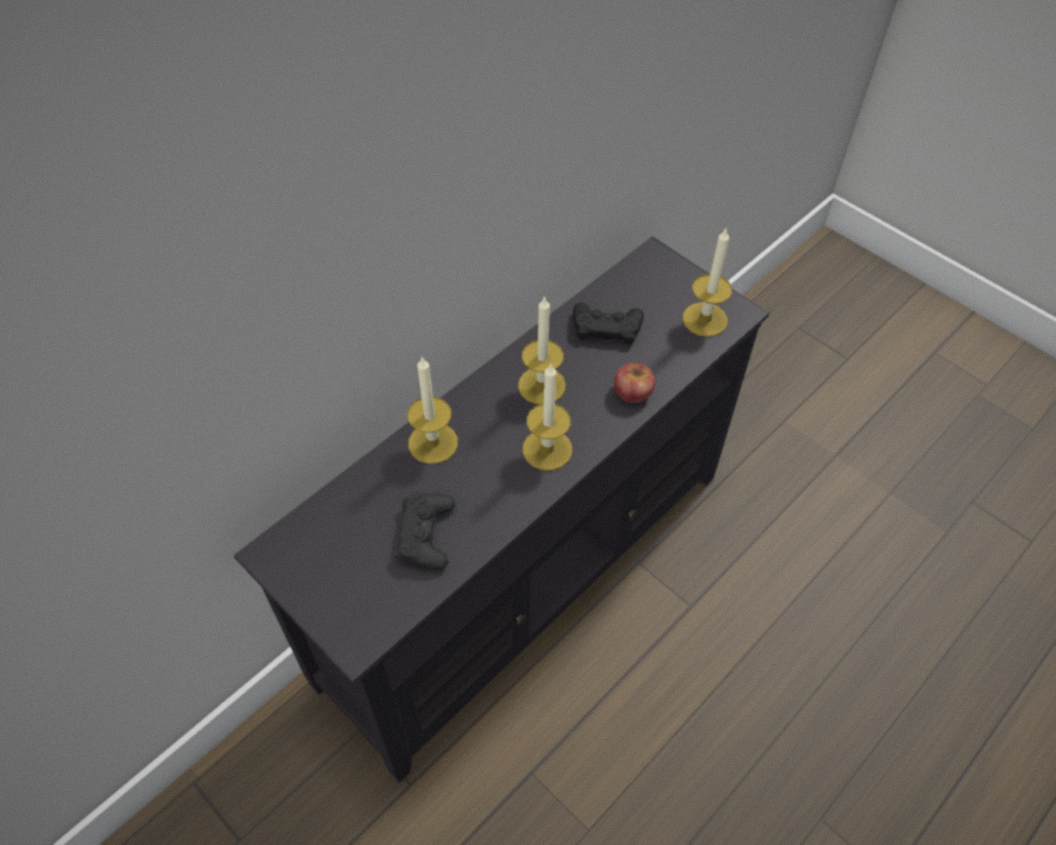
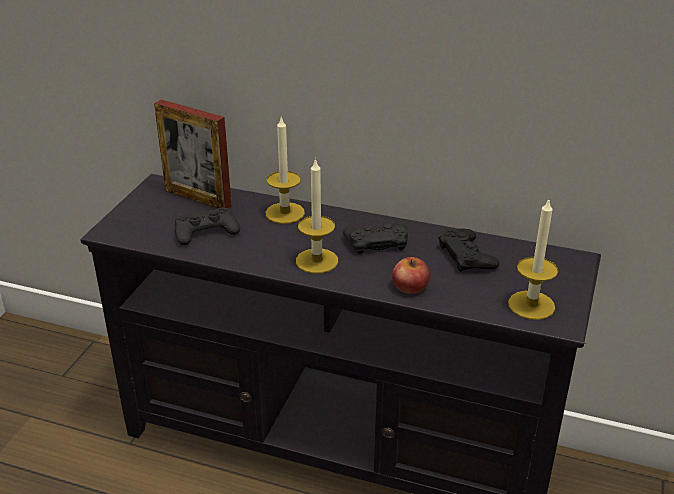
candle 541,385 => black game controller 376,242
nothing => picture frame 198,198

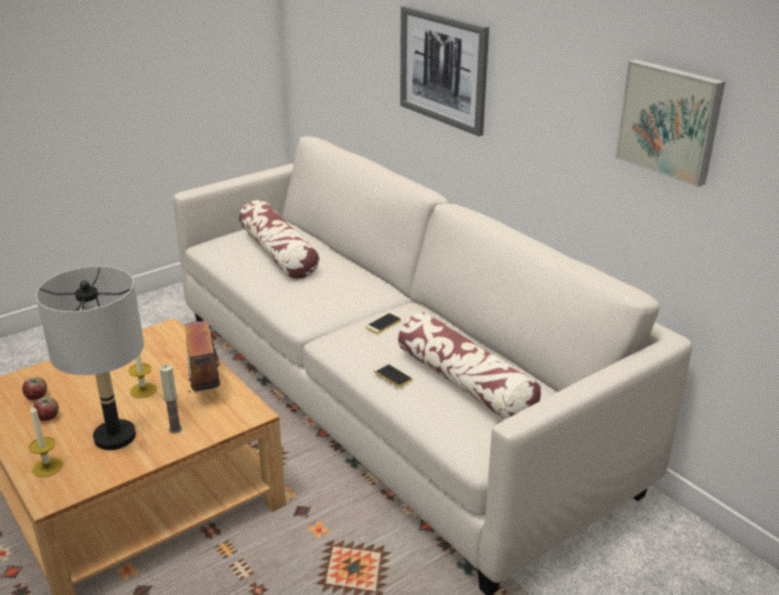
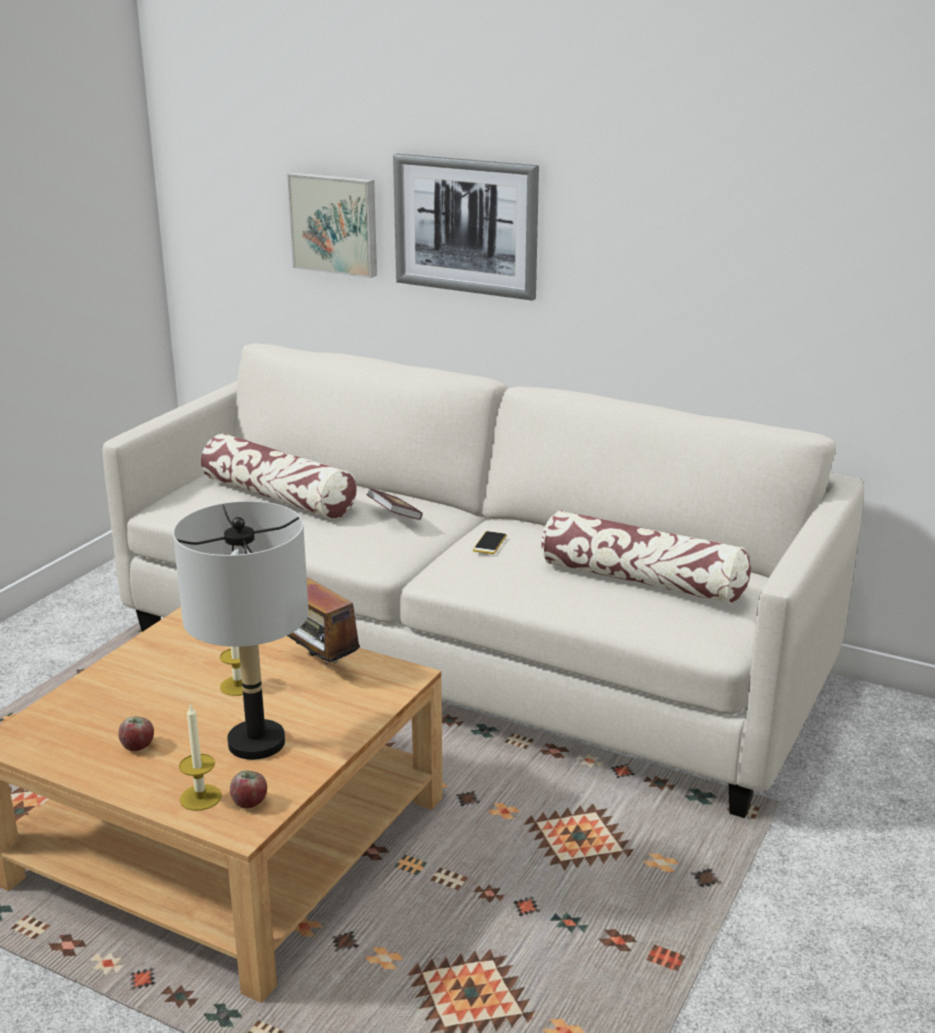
apple 37,397 => apple 250,802, relocated
candle 175,429 => nothing
phone 392,375 => nothing
picture 670,121 => picture 335,224, relocated
nothing => book 394,516

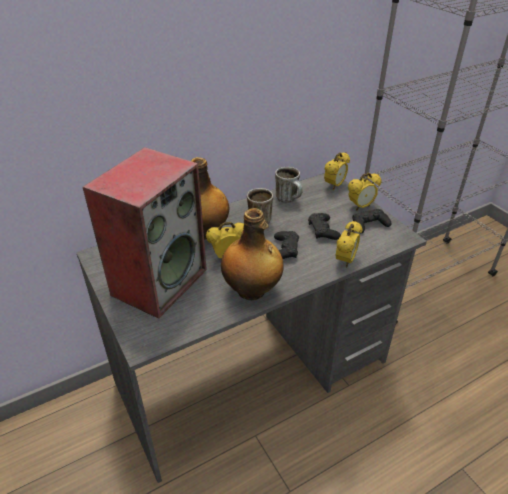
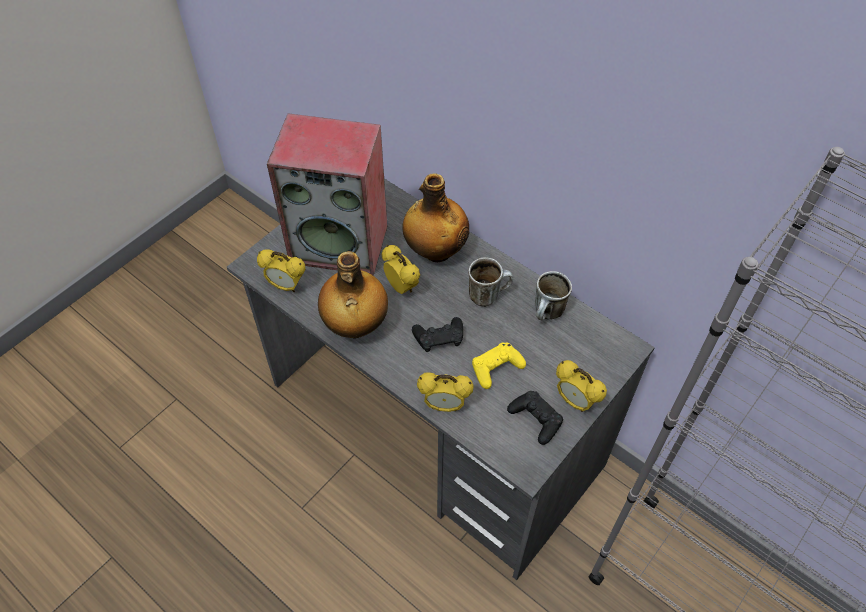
black game controller 323,230 => yellow game controller 496,368
alarm clock 334,186 => alarm clock 286,286, relocated

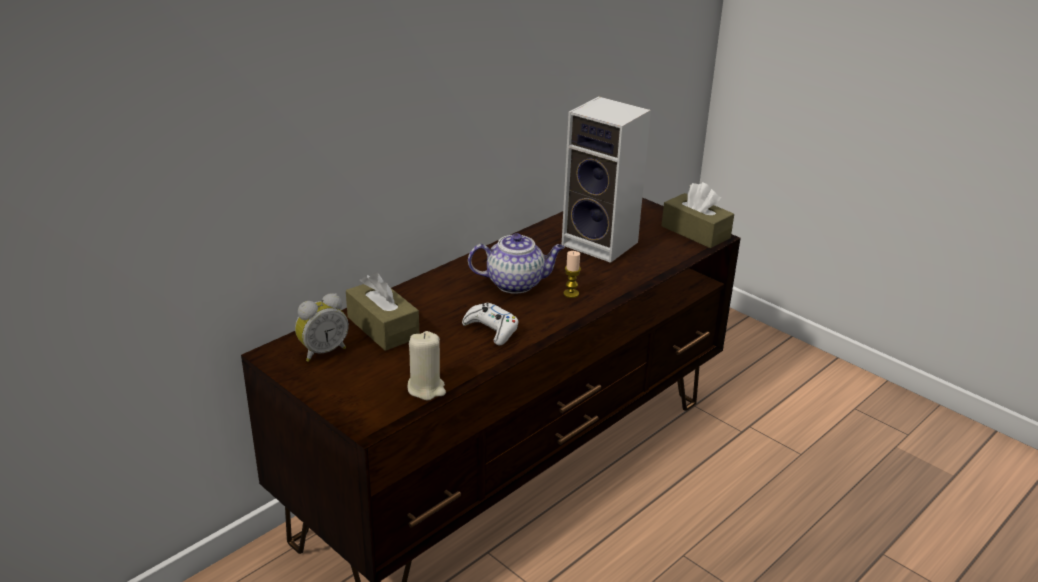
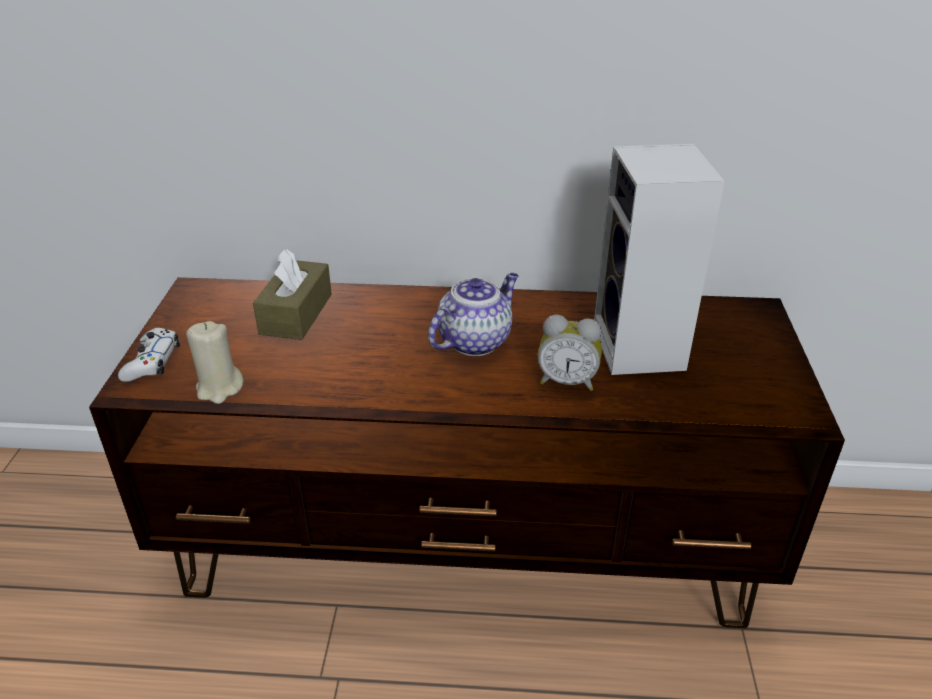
alarm clock 322,351 => alarm clock 567,381, relocated
white game controller 491,329 => white game controller 152,362, relocated
teapot 516,283 => teapot 475,340, 90 degrees counterclockwise
candle 571,294 => nothing
brown tissue box 695,232 => nothing

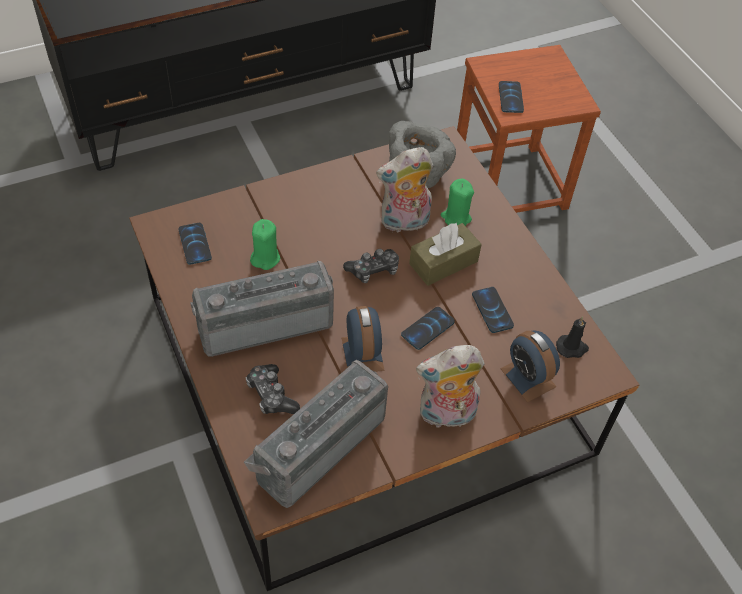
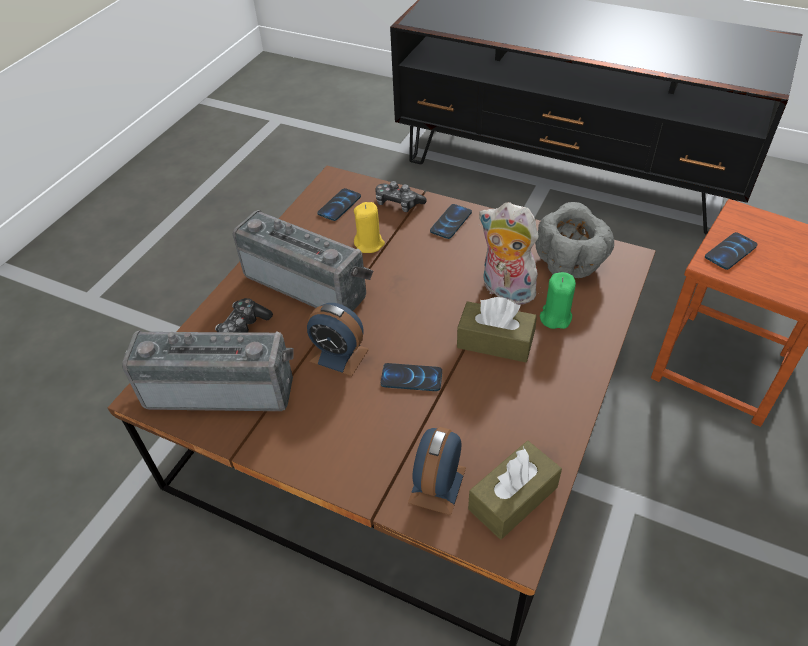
green candle 265,258 => yellow candle 369,244
alarm clock 362,354 => alarm clock 339,355, 75 degrees clockwise
game controller 373,270 => game controller 398,203, relocated
plush toy 446,415 => nothing
phone 492,310 => phone 450,222, relocated
black candle 572,348 => brown tissue box 513,498

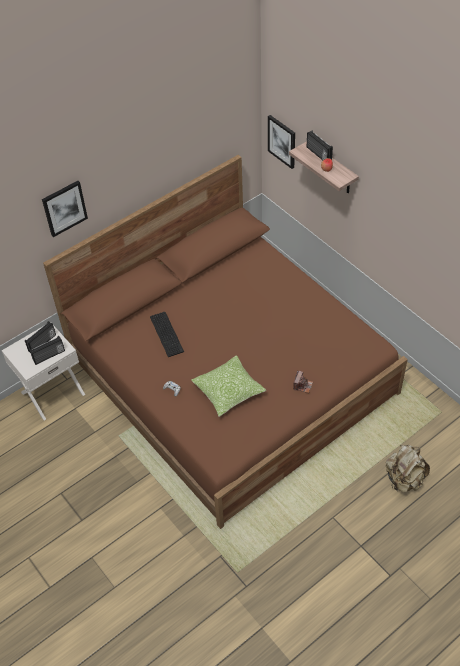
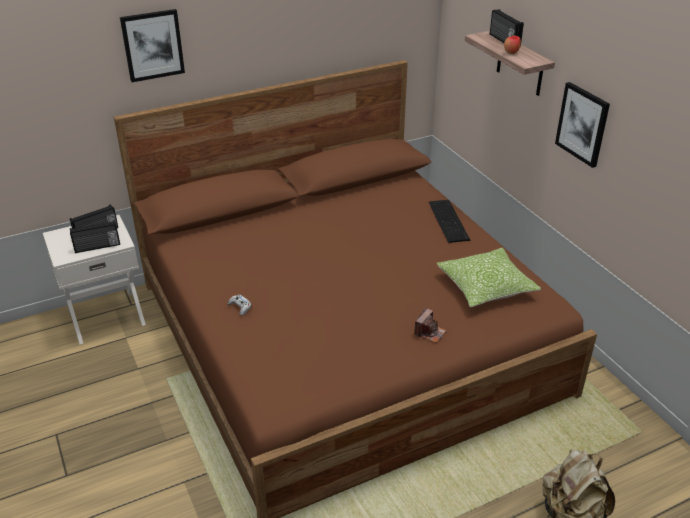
keyboard 167,333 => keyboard 449,220, relocated
pillow 228,391 => pillow 486,287, relocated
picture 282,141 => picture 582,124, relocated

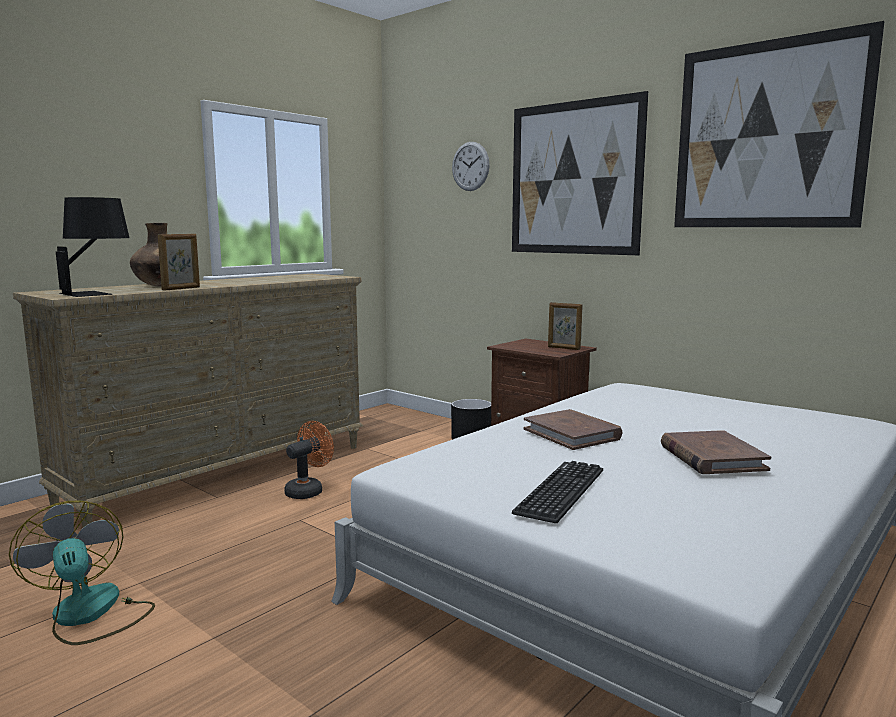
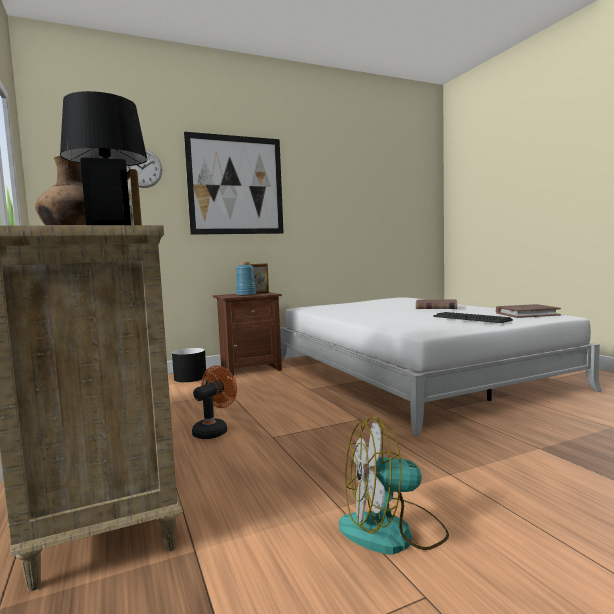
orange fan 308,490 => orange fan 214,431, 60 degrees clockwise
brown book 572,434 => brown book 526,314, relocated
picture 768,135 => nothing
nothing => blue vase 246,295

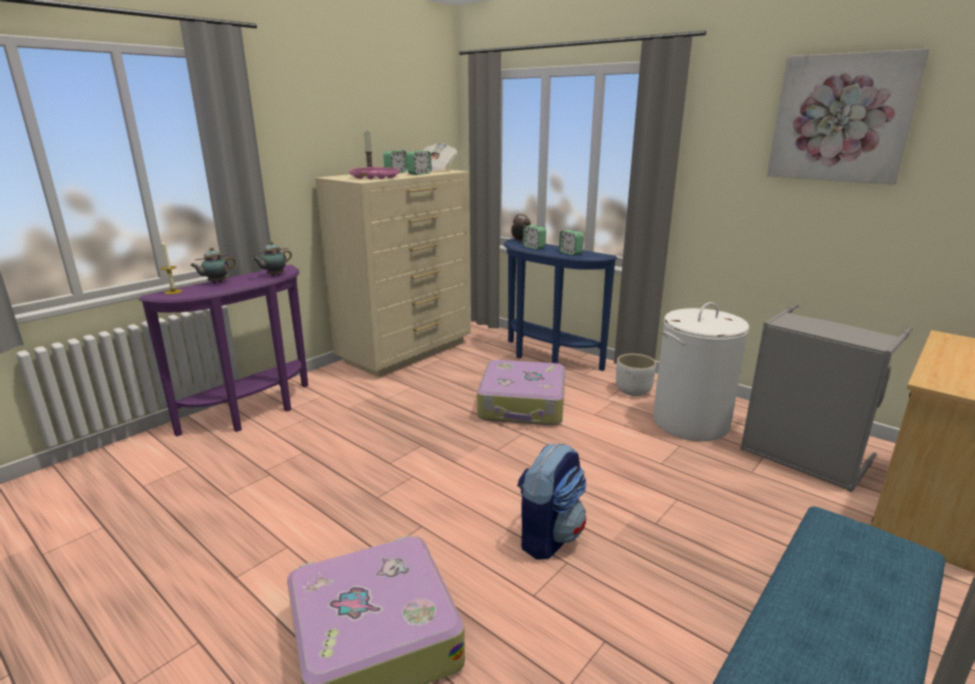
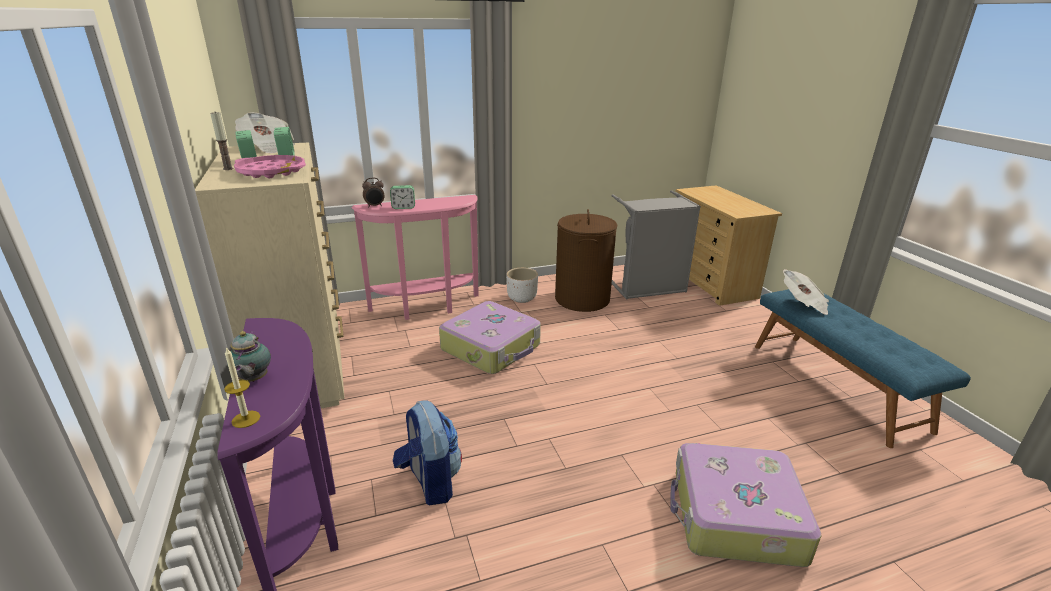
teapot 274,275 => nothing
blue console table 546,358 => pink console table 427,308
backpack 549,536 => backpack 430,482, relocated
alarm clock 570,253 => nothing
white laundry basket 690,423 => brown laundry basket 582,299
picture 841,118 => nothing
nothing => newspaper 803,304

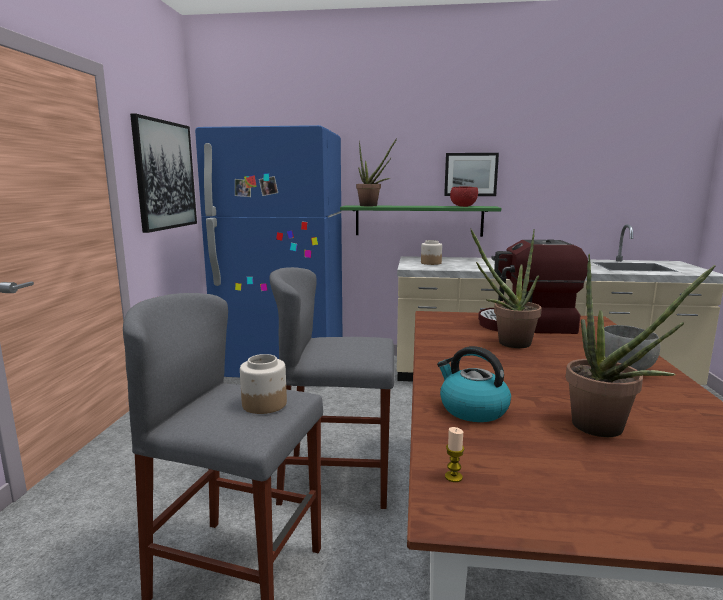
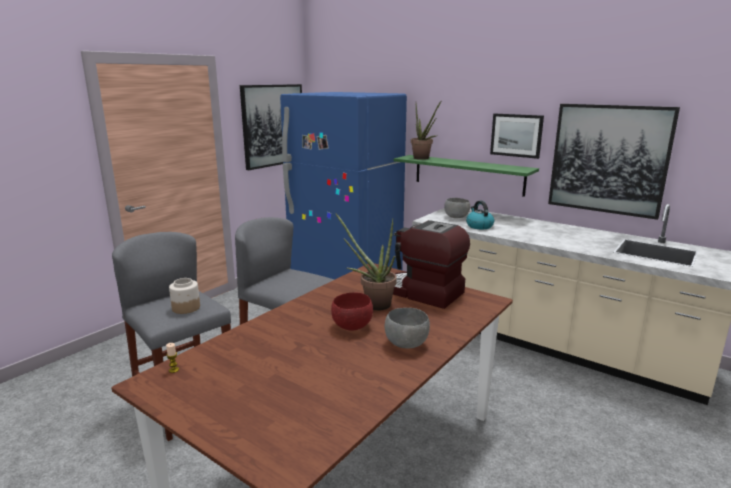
jar 430,263 => grey bowl 456,217
kettle 472,409 => kettle 479,226, relocated
red bowl 464,206 => red bowl 353,327, relocated
potted plant 607,431 => nothing
nothing => picture 608,159

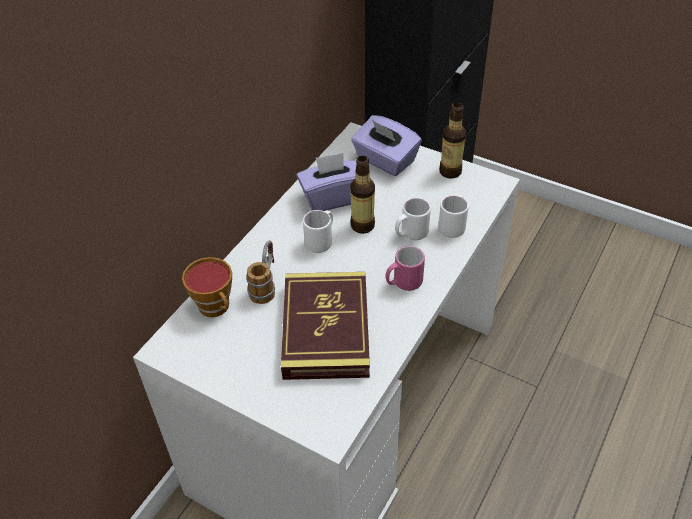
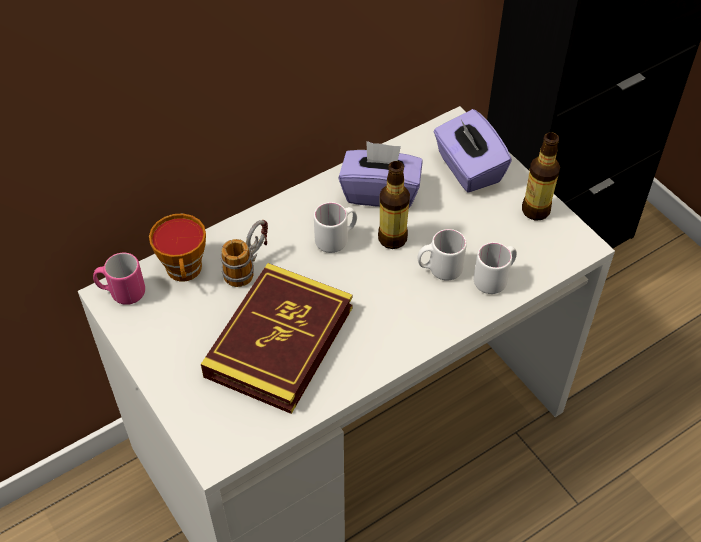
pink mug 403,283 => pink mug 122,292, relocated

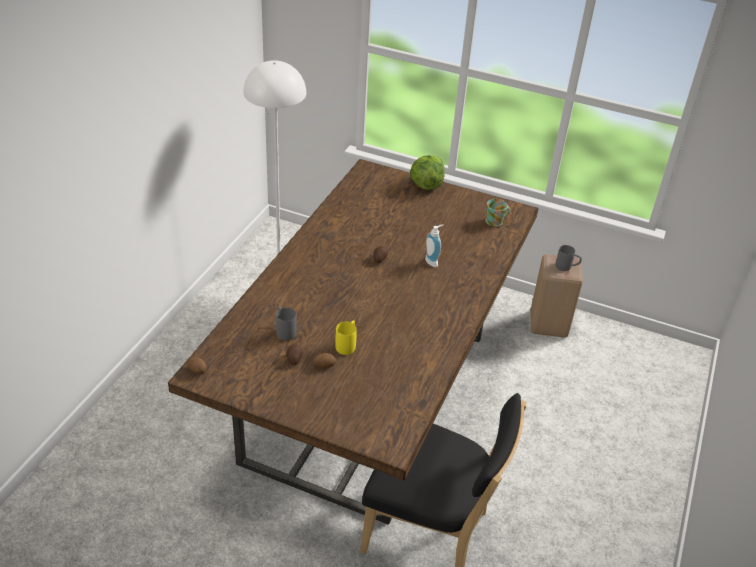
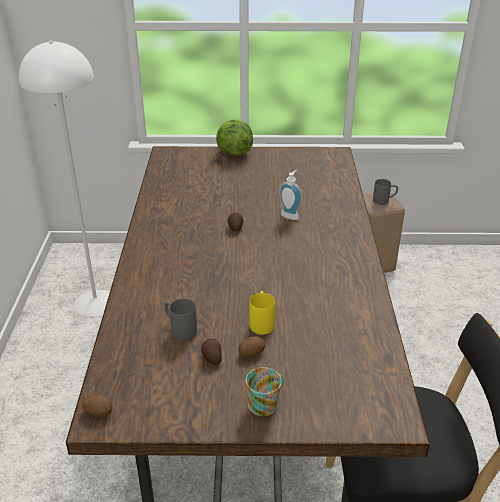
mug 496,221 => mug 266,403, relocated

